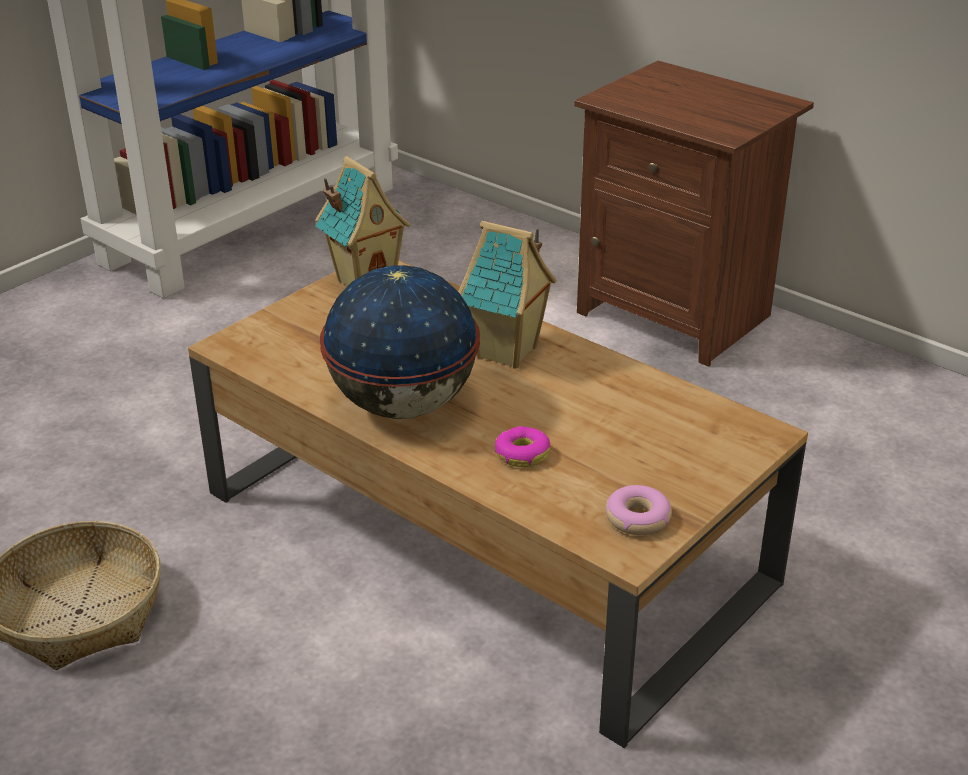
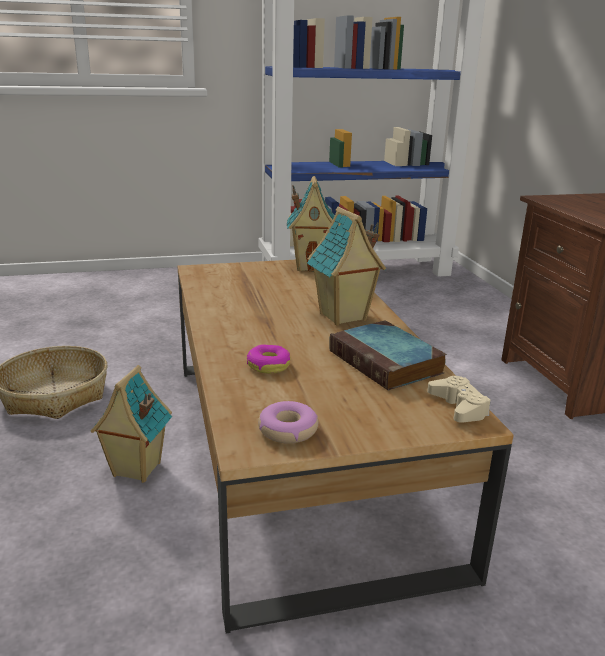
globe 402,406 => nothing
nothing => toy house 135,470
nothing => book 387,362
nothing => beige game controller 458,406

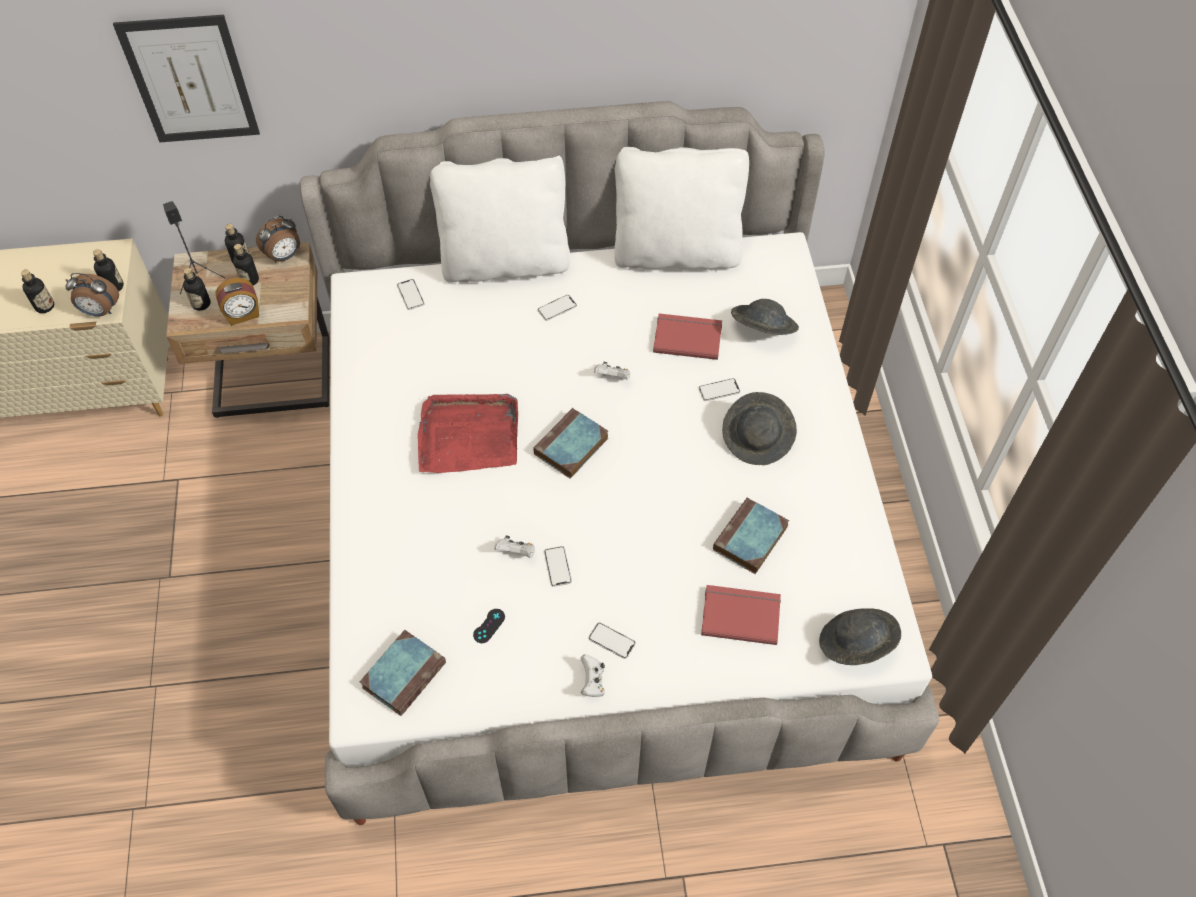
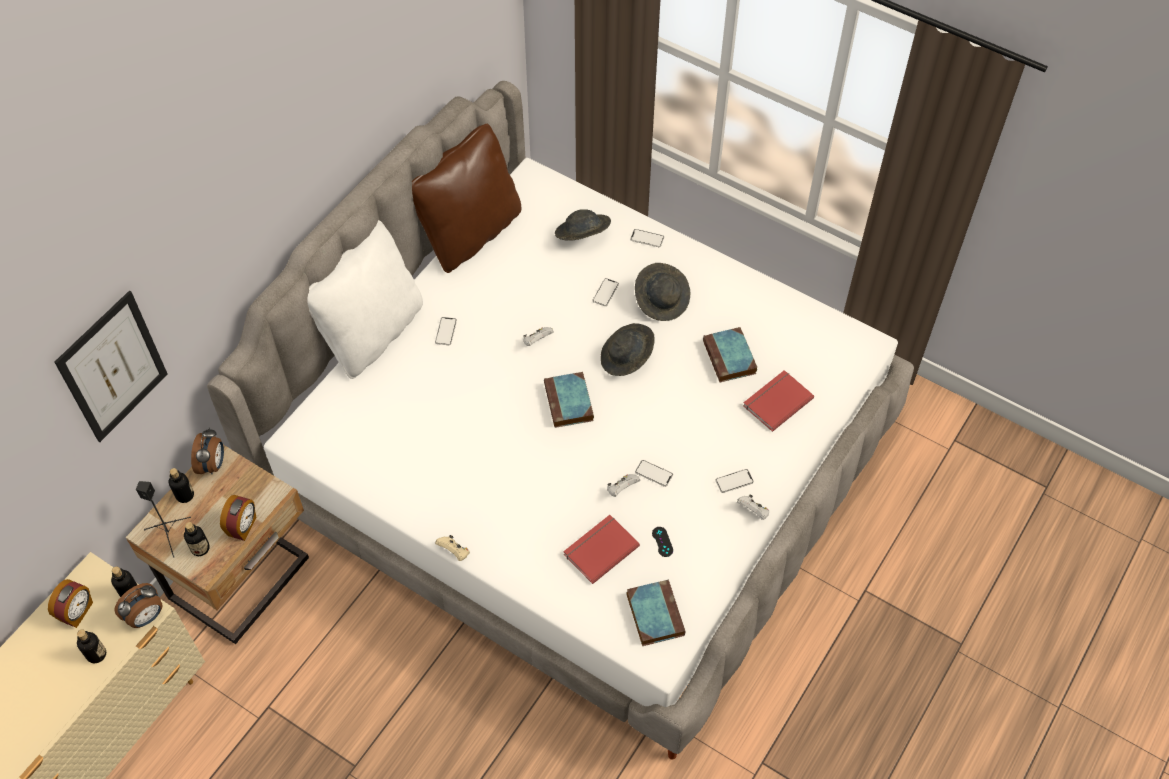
bottle 249,280 => nothing
phone 410,295 => phone 647,238, relocated
red tray 468,436 => nothing
white pillow 676,252 => brown pillow 470,233
red book 687,337 => red book 599,549, relocated
grey hat 855,644 => grey hat 627,358, relocated
nothing => alarm clock 77,612
nothing => beige game controller 454,552

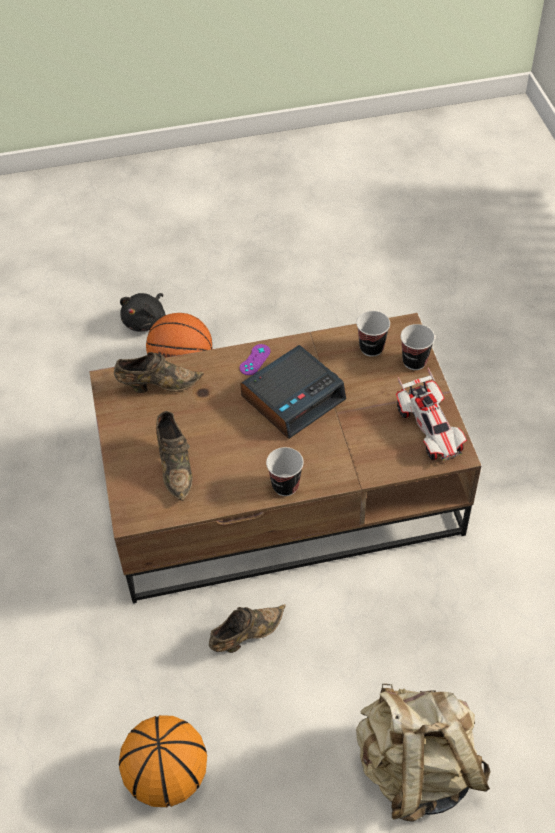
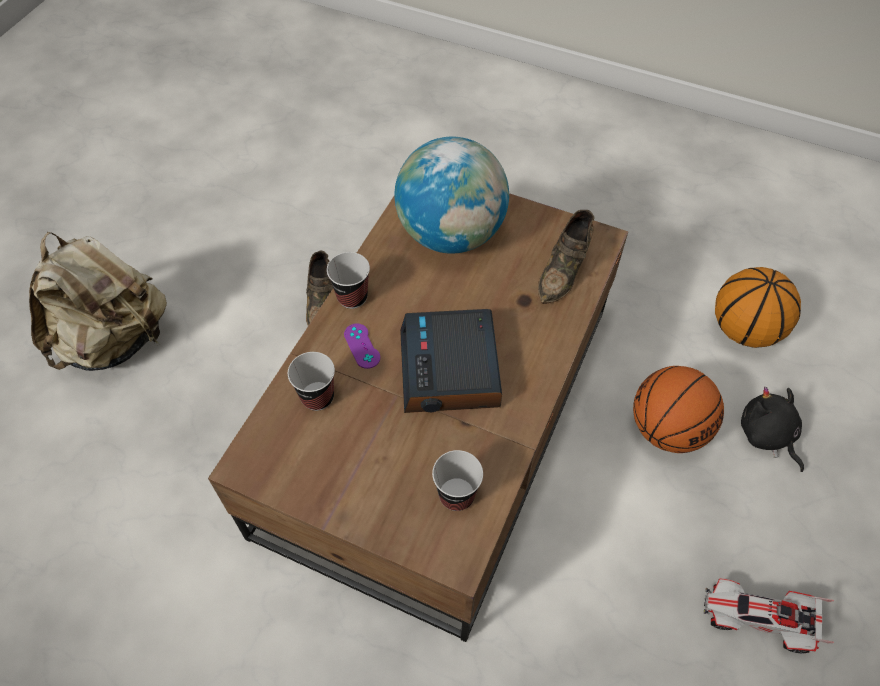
basketball 167,777 => basketball 744,329, relocated
brown shoe 175,466 => globe 451,234
purple game controller 255,360 => purple game controller 362,346, relocated
toy car 430,429 => toy car 757,620, relocated
cup 414,361 => cup 317,397, relocated

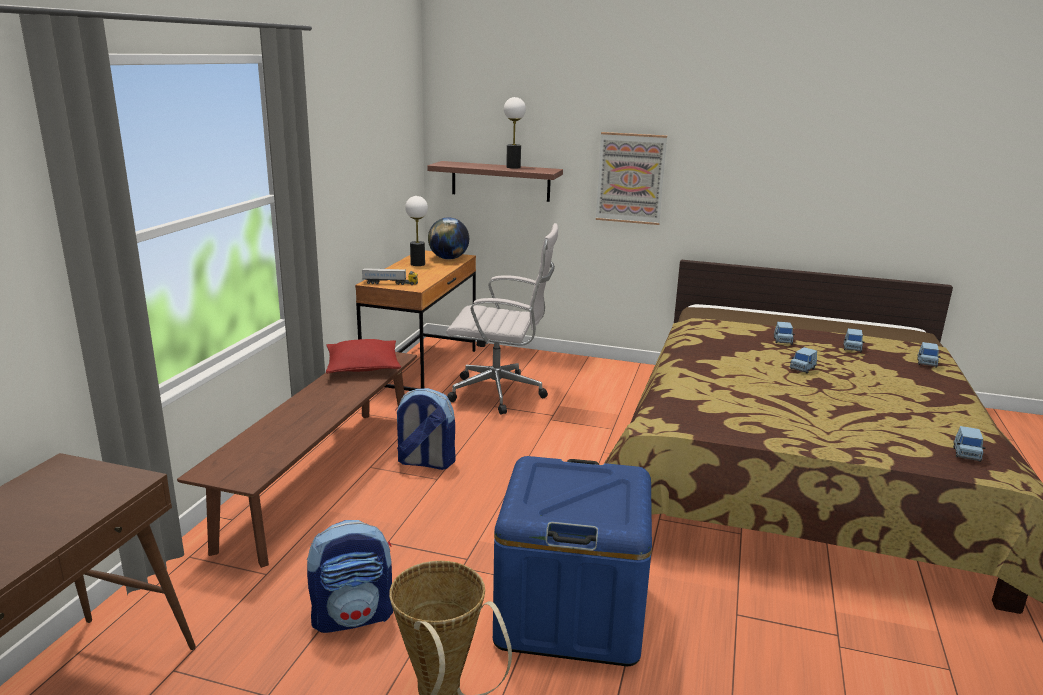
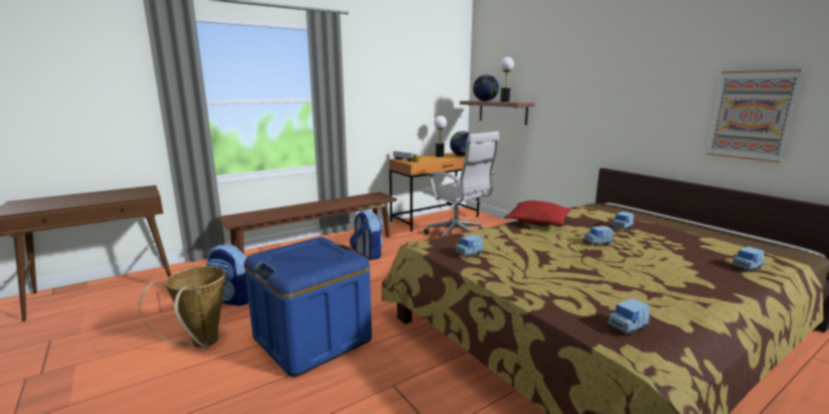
red pillow 363,366 => red pillow 538,221, relocated
picture 630,178 => picture 751,115, relocated
blue toy car 852,348 => blue toy car 469,253, relocated
nothing => globe 485,101

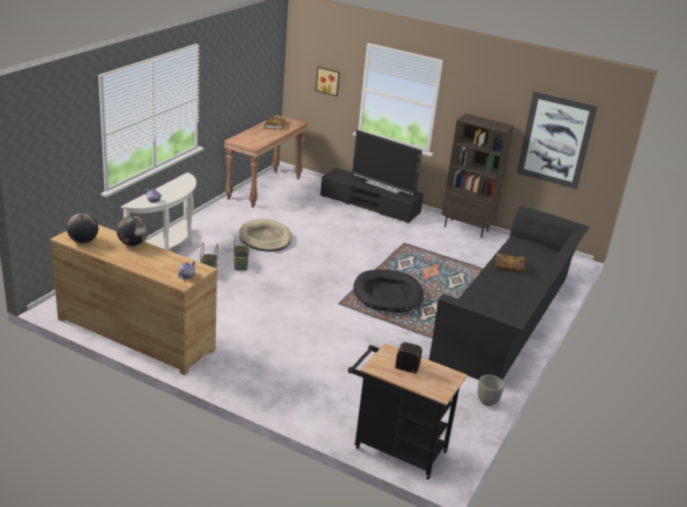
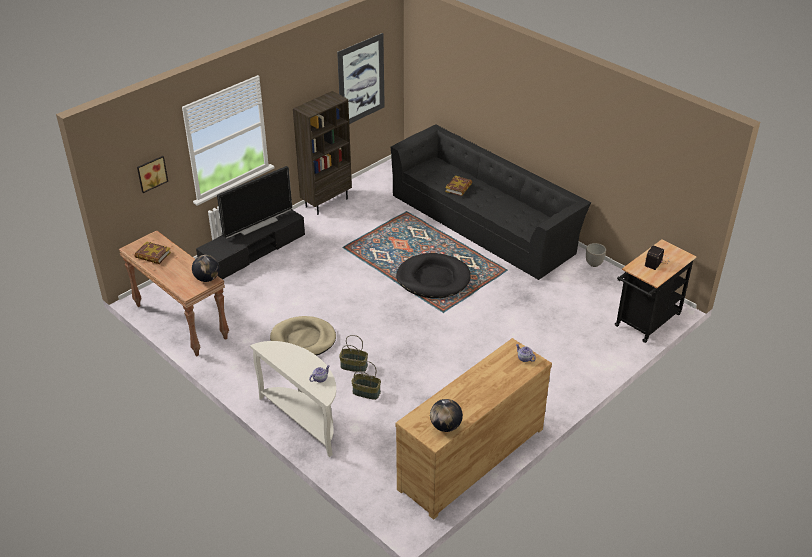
globe 132,244 => globe 207,278, relocated

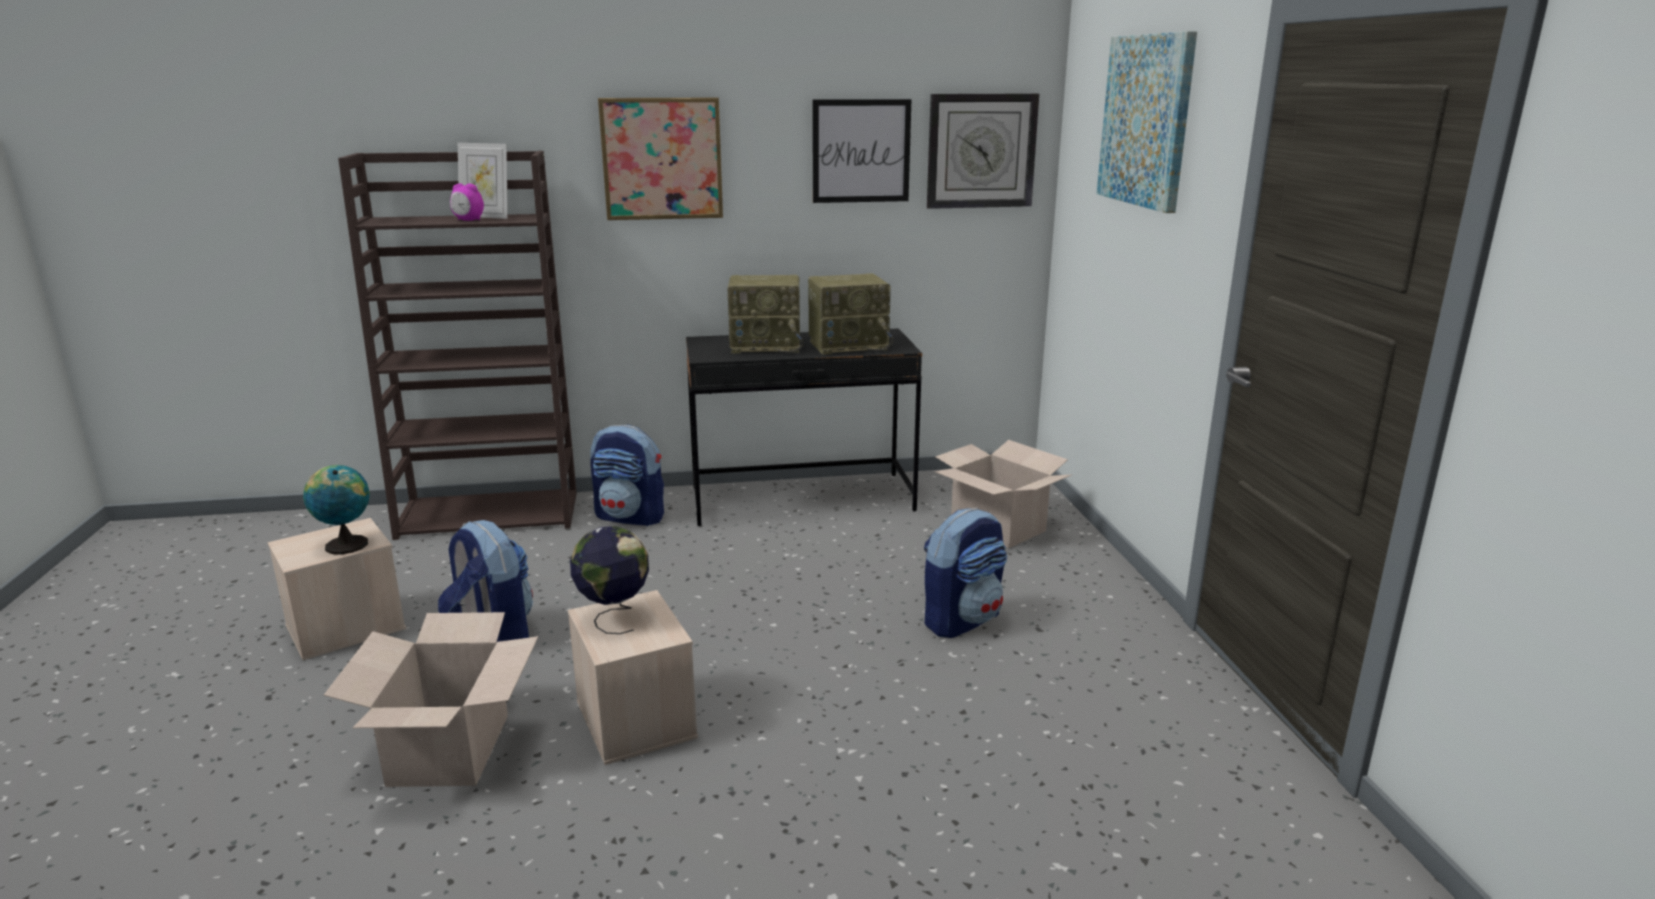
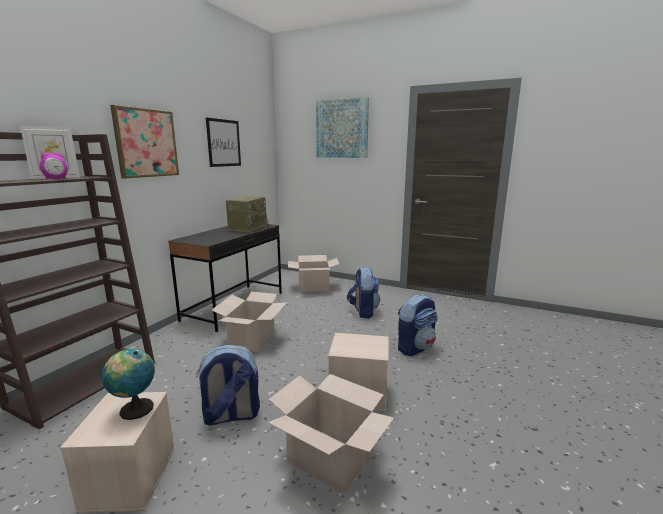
globe 614,618 => nothing
backpack 631,517 => backpack 415,347, relocated
radio 767,345 => nothing
wall clock 981,151 => nothing
nothing => cardboard box 252,339

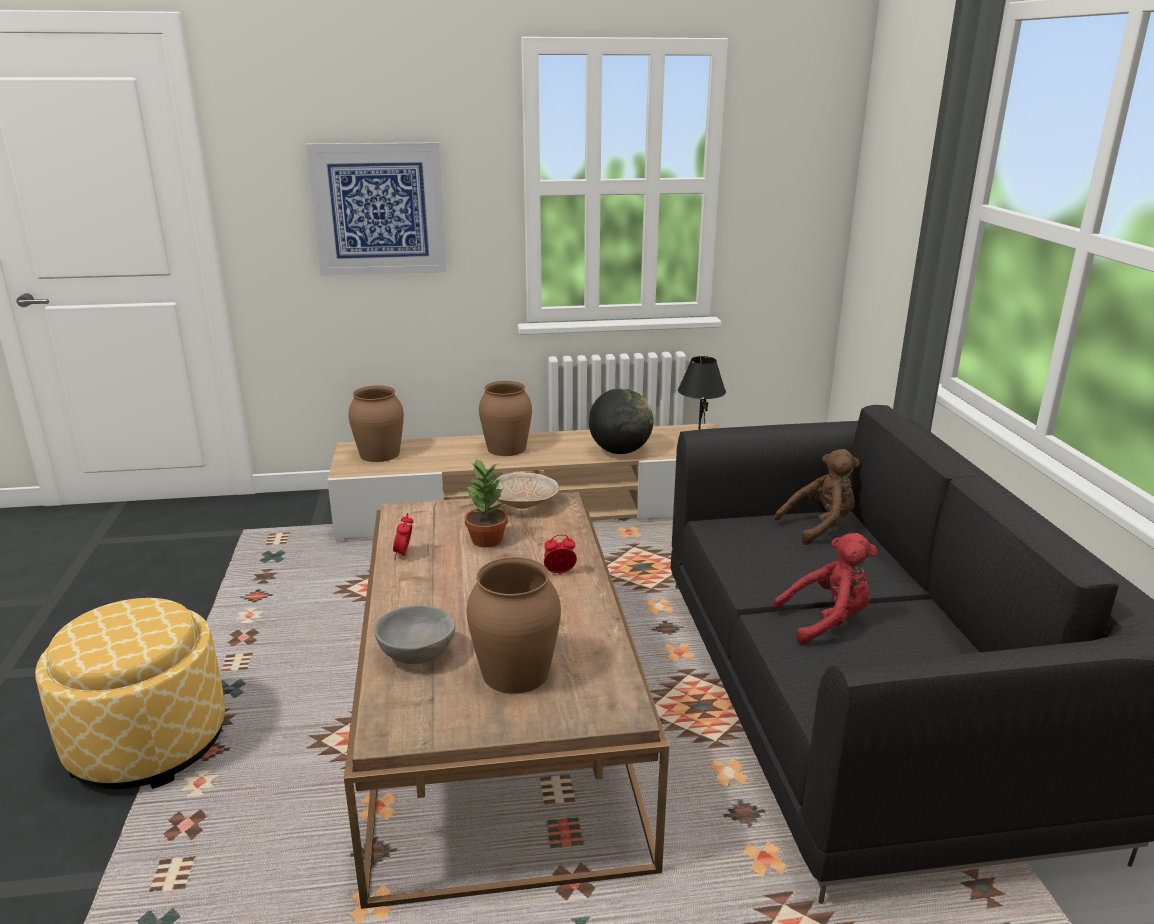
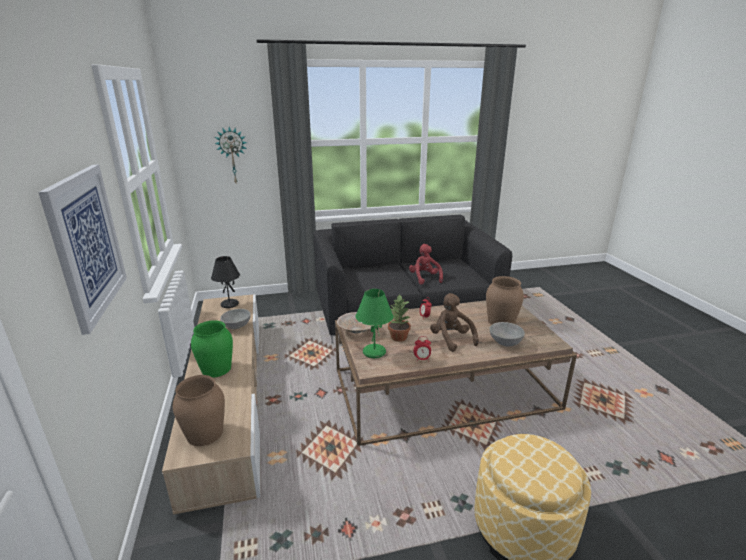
brown vase 506,448 => green vase 216,369
globe 620,451 => grey bowl 237,327
brown plush toy 820,526 => brown plush toy 451,339, relocated
nothing => wall clock 232,155
nothing => green table lamp 374,352

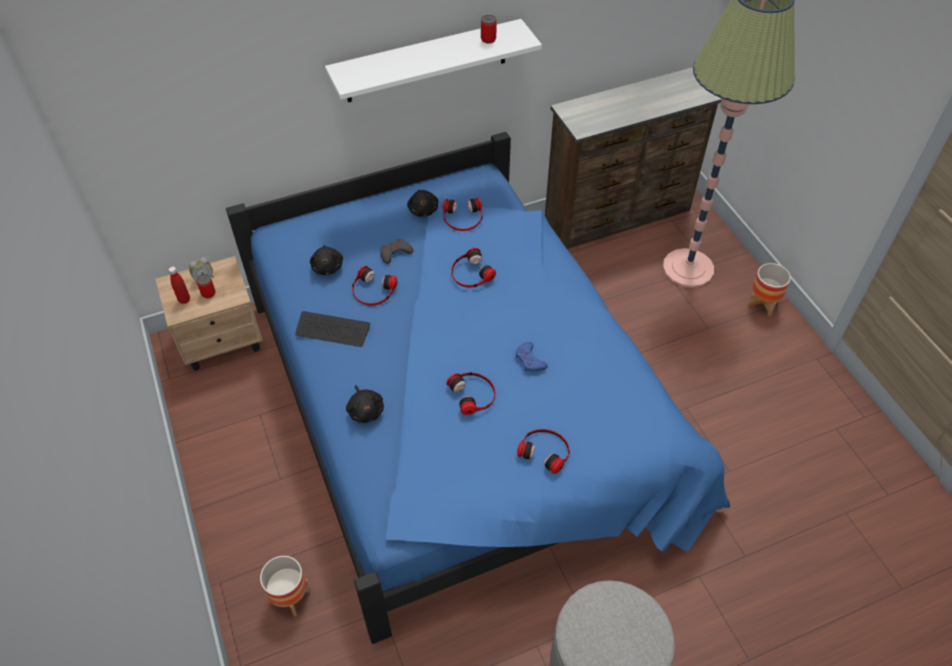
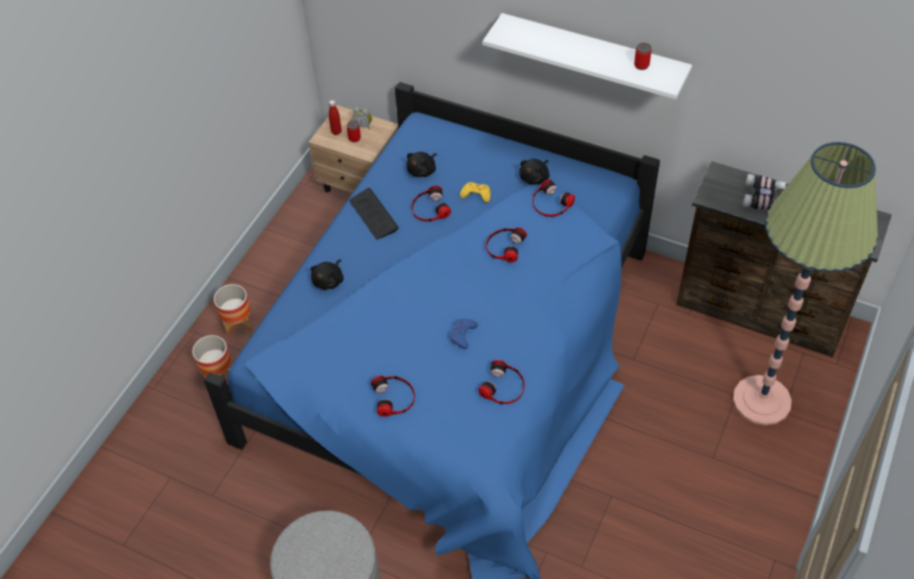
grey game controller 395,253 => yellow game controller 476,194
headphones 473,394 => headphones 503,387, relocated
planter 762,304 => planter 238,324, relocated
nothing => binoculars 764,197

